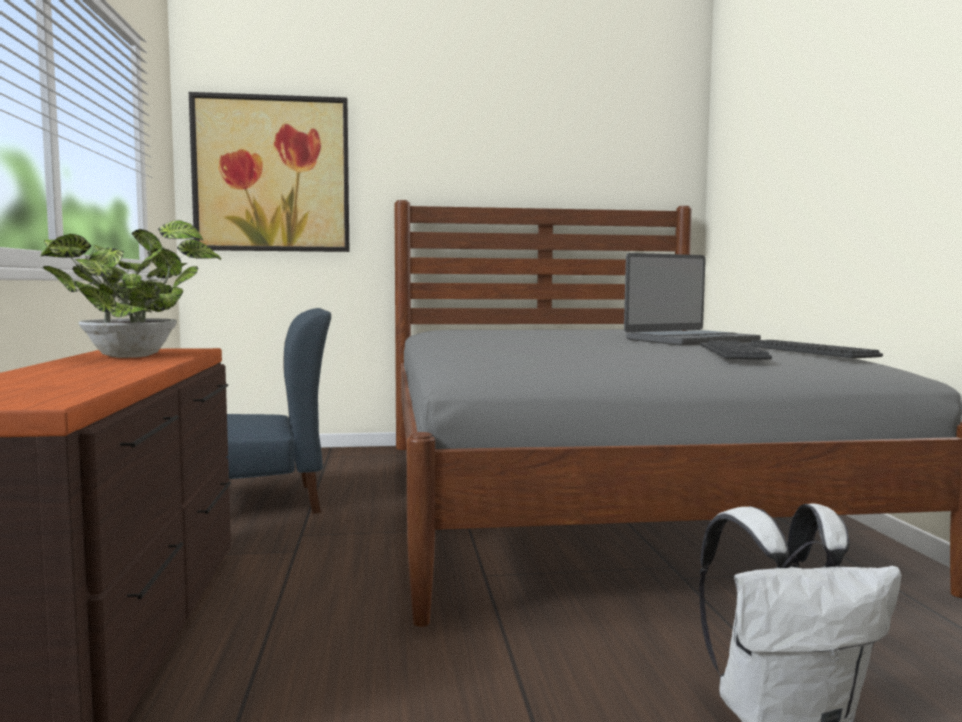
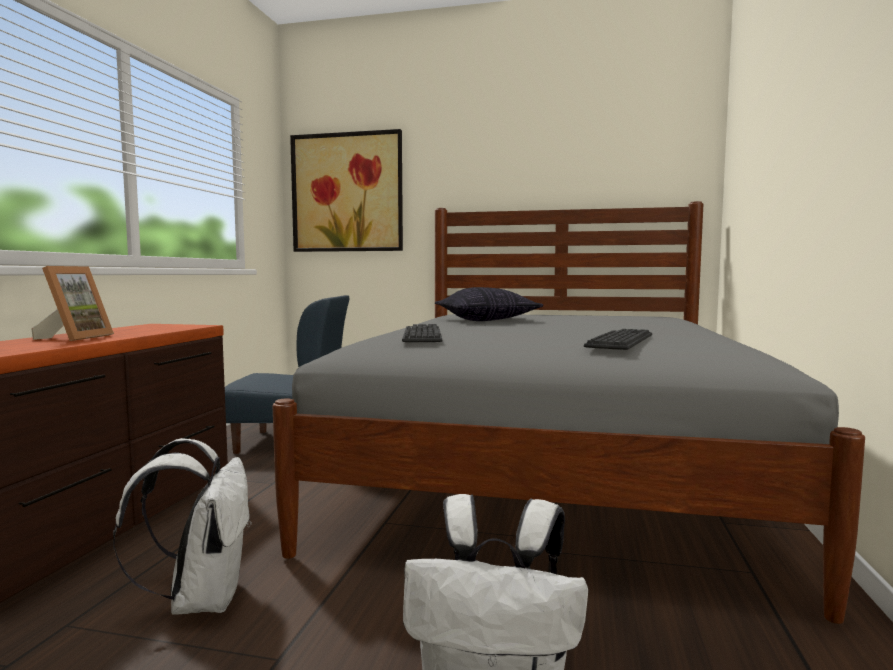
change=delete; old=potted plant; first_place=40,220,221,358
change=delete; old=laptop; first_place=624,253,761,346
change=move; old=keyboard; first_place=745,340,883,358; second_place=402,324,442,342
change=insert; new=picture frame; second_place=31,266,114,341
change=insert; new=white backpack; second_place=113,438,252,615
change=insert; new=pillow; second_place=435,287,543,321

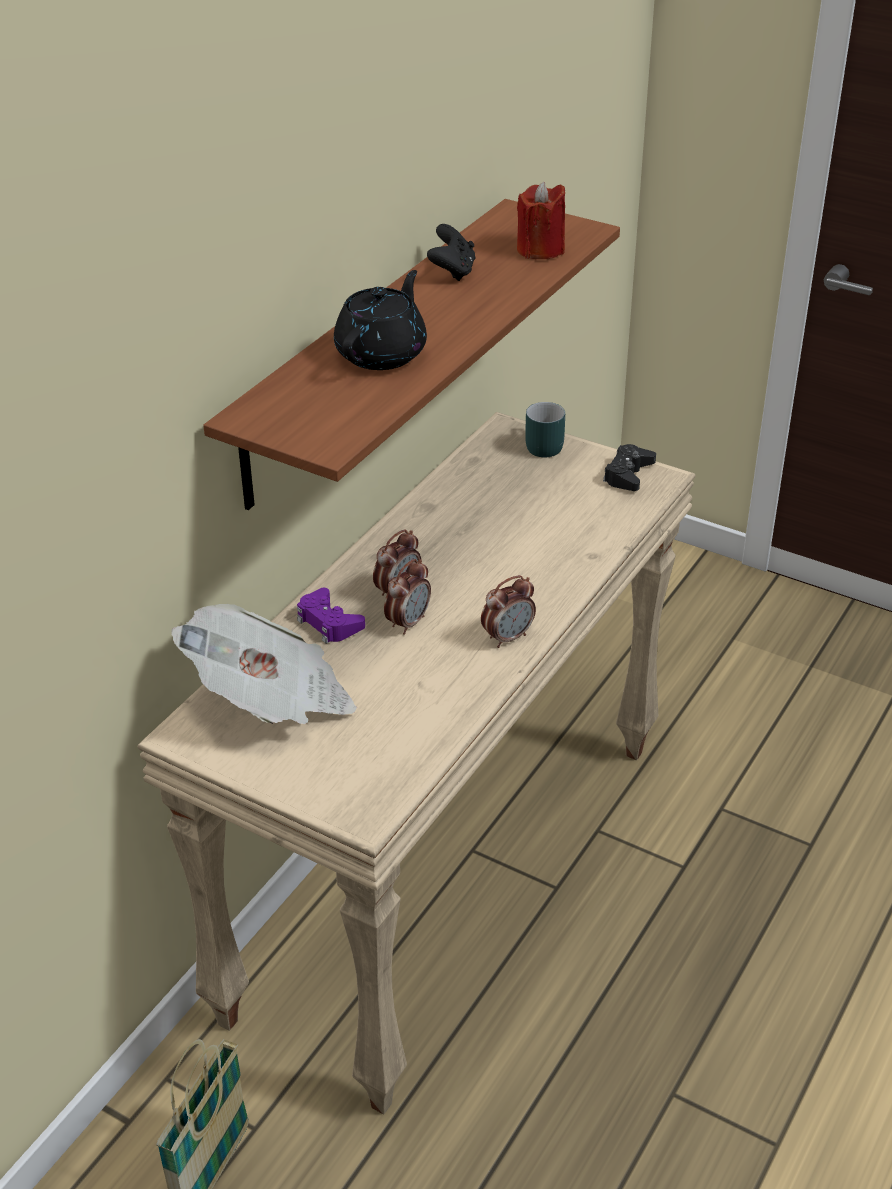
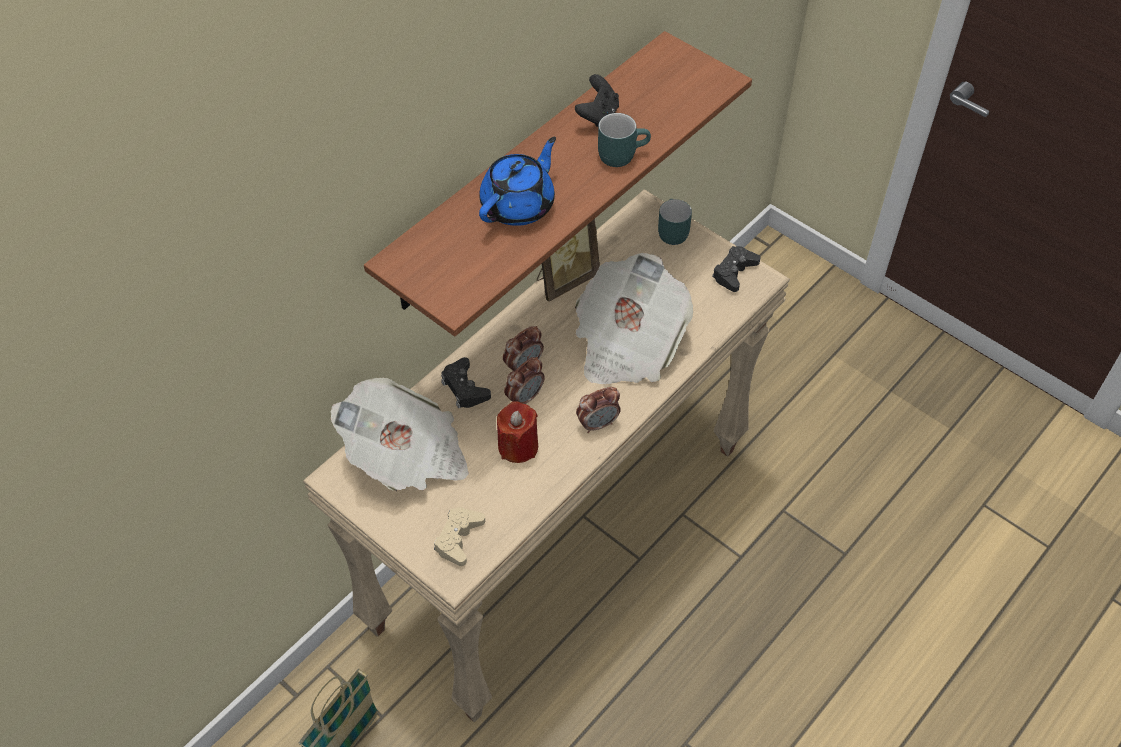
change=recolor; old=purple game controller; new=black game controller; first_place=297,588,365,644; second_place=441,357,491,408
change=recolor; old=black teapot; new=blue teapot; first_place=334,270,427,370; second_place=479,137,556,226
change=move; old=red candle; first_place=517,182,565,259; second_place=497,401,538,463
change=insert; new=beige game controller; second_place=434,507,485,566
change=insert; new=picture frame; second_place=537,219,600,302
change=insert; new=newspaper; second_place=575,253,693,384
change=insert; new=turquoise mug; second_place=598,113,651,167

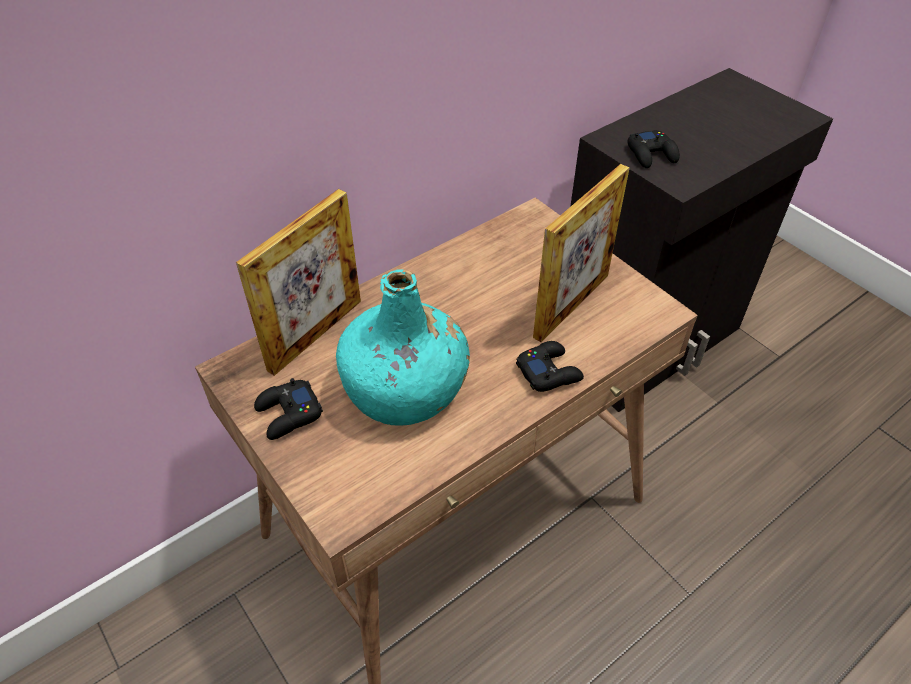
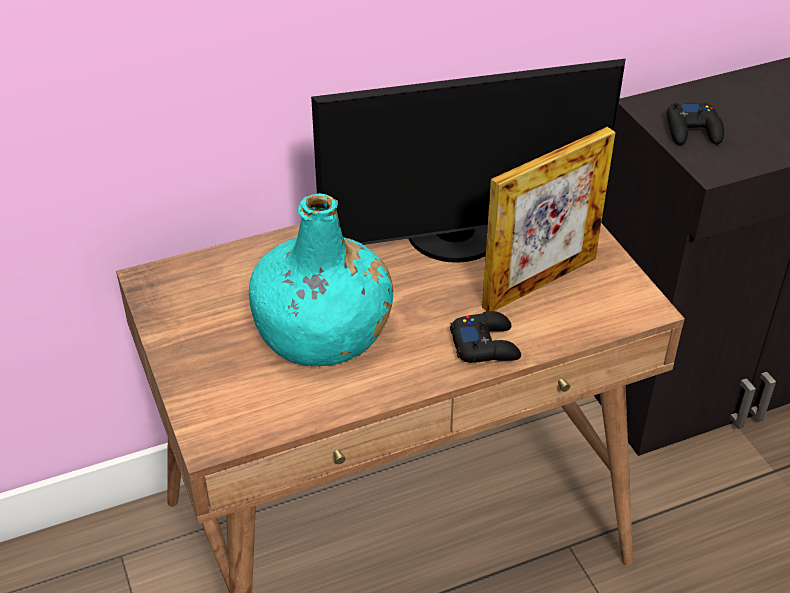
change=delete; old=picture frame; first_place=236,189,361,376
change=delete; old=black game controller; first_place=254,378,323,440
change=insert; new=monitor; second_place=311,59,626,263

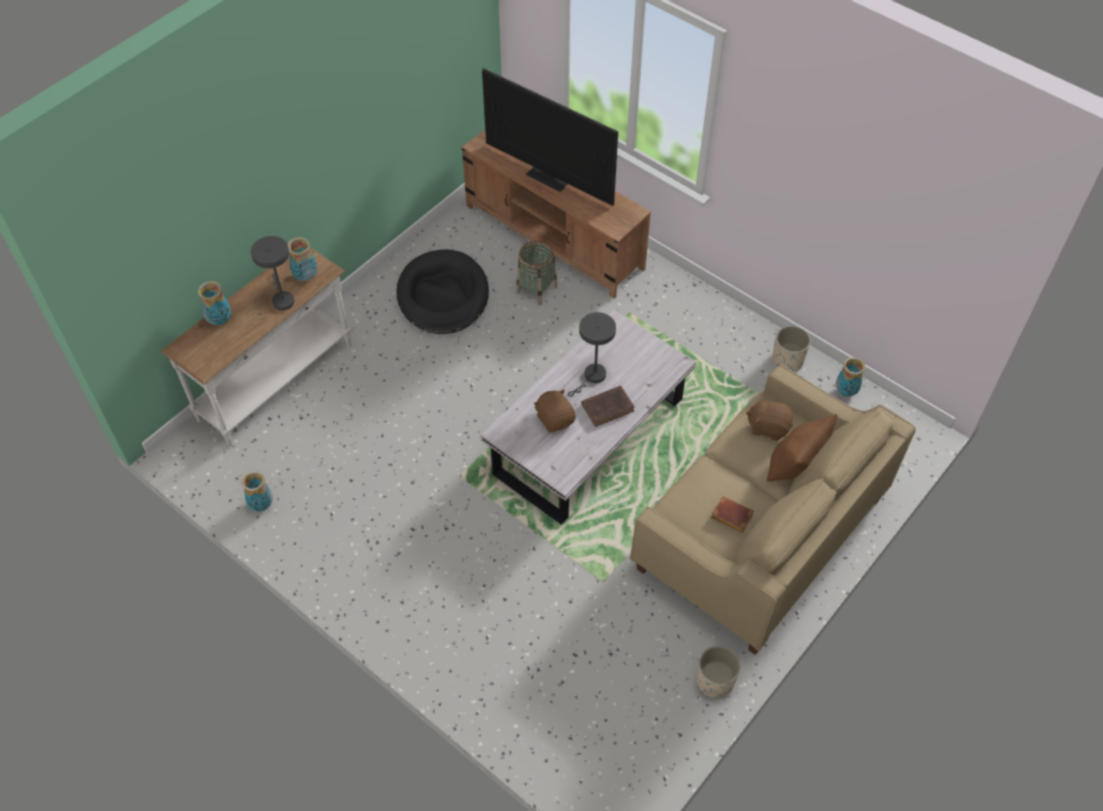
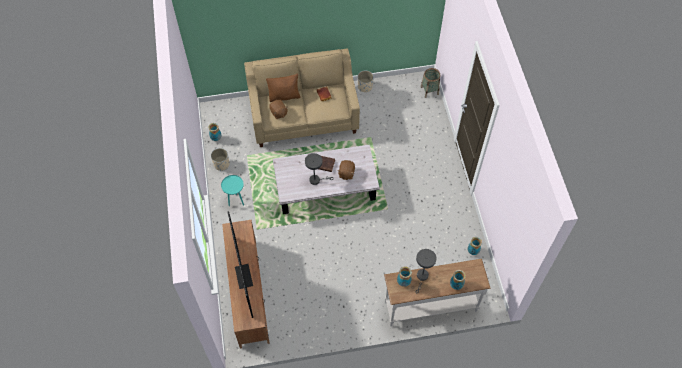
change=delete; old=black dog bed; first_place=396,249,489,334
change=move; old=basket; first_place=516,241,557,305; second_place=421,68,440,98
change=insert; new=turquoise side table; second_place=221,175,244,206

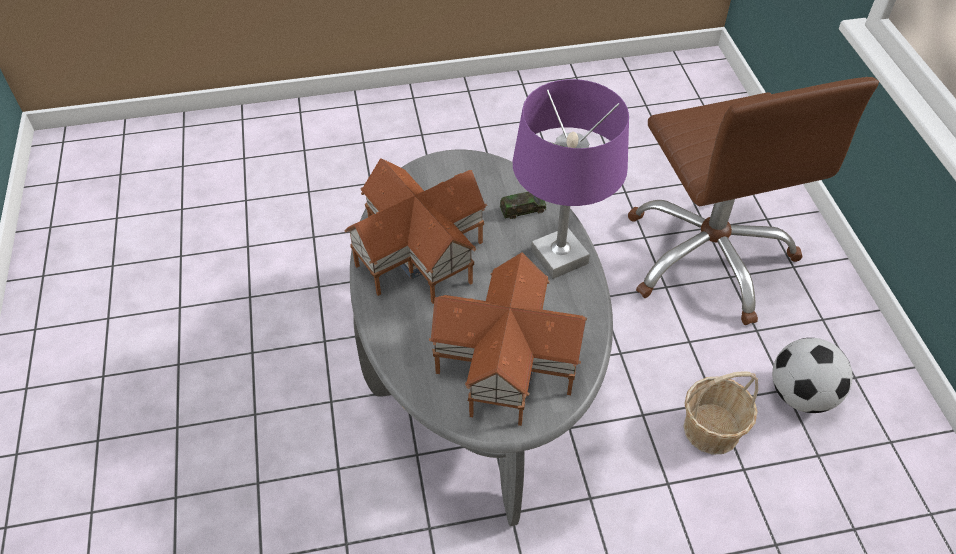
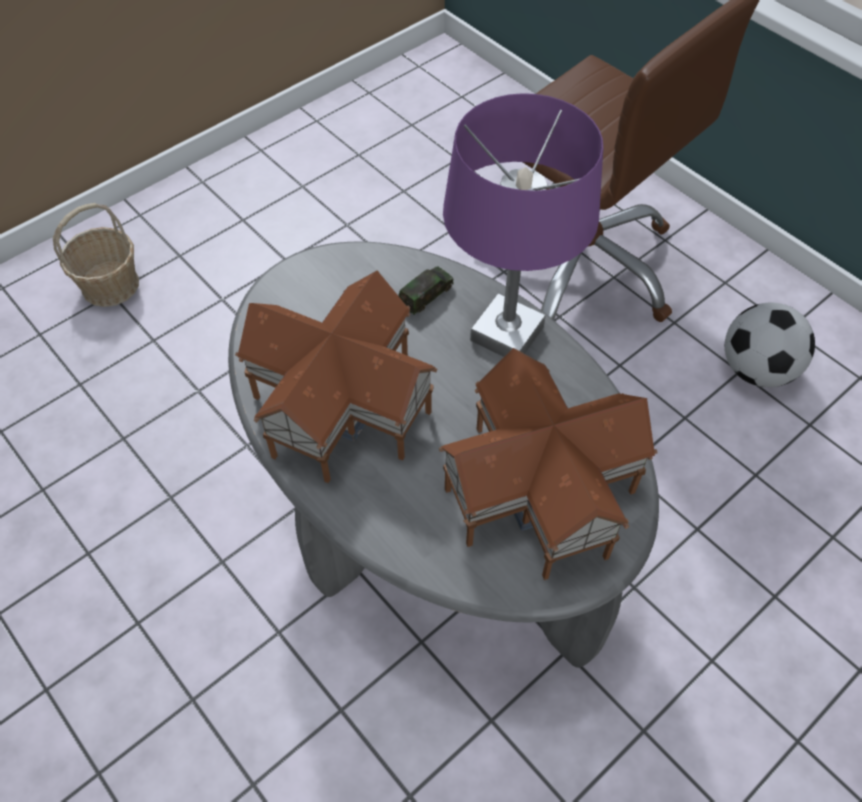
change=move; old=basket; first_place=684,371,758,455; second_place=53,203,139,307

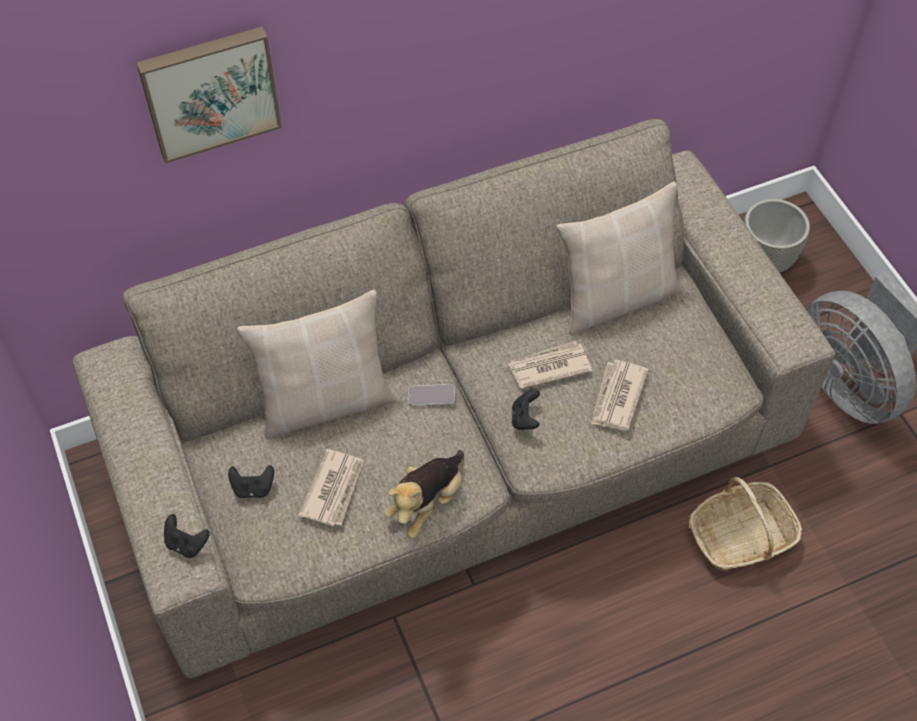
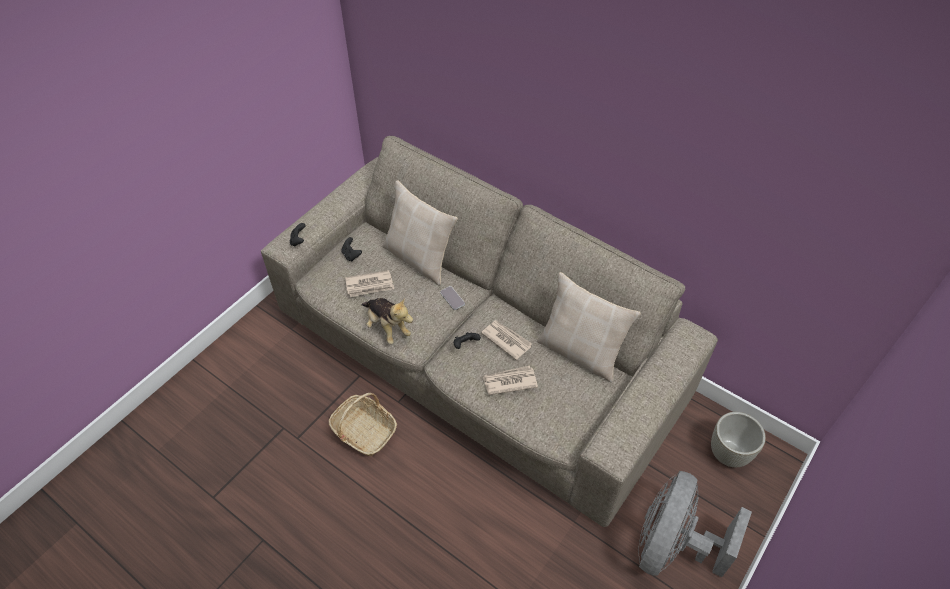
change=delete; old=picture; first_place=136,27,282,163
change=rotate; old=plush toy; first_place=384,450,464,538; second_place=361,298,413,344; degrees=-135
change=move; old=basket; first_place=689,477,802,571; second_place=329,393,397,456

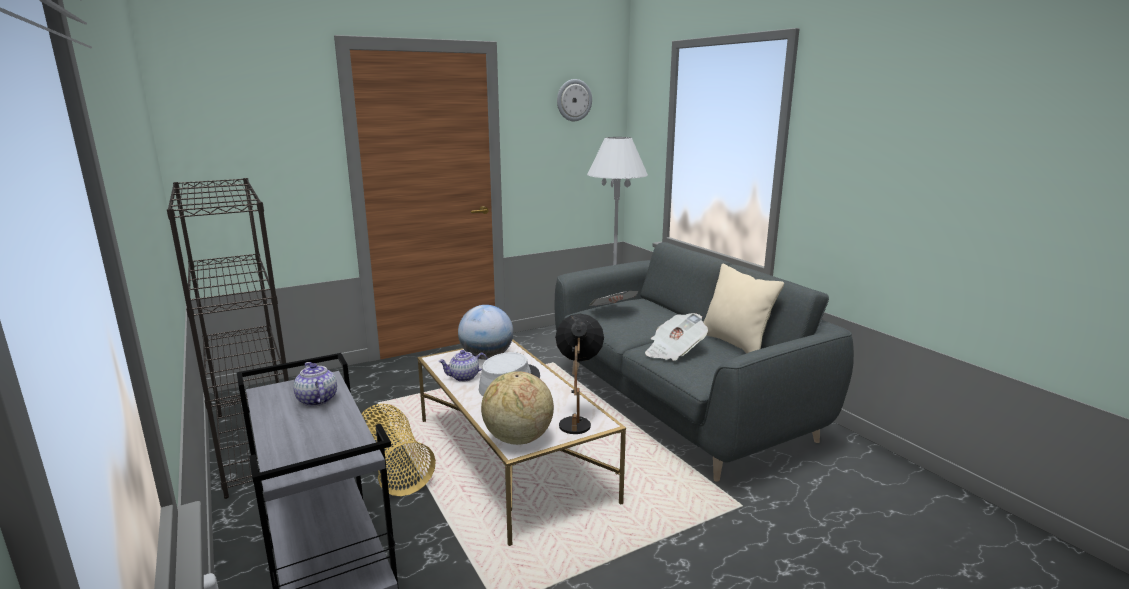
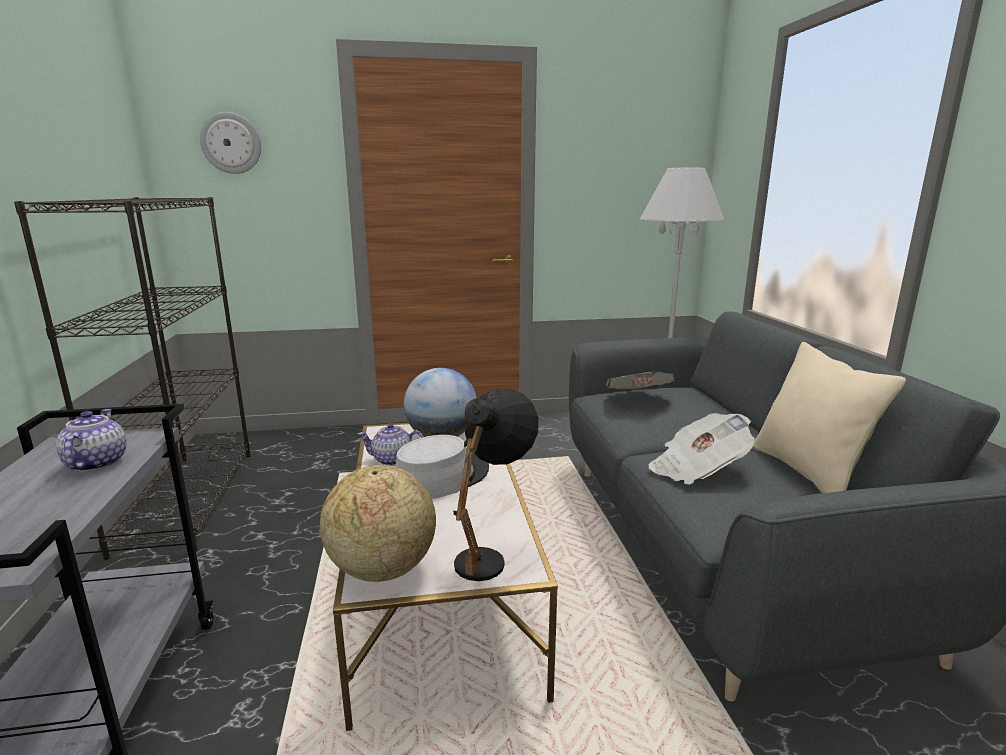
change=delete; old=basket; first_place=362,404,436,496
change=move; old=wall clock; first_place=557,79,592,121; second_place=200,112,261,174

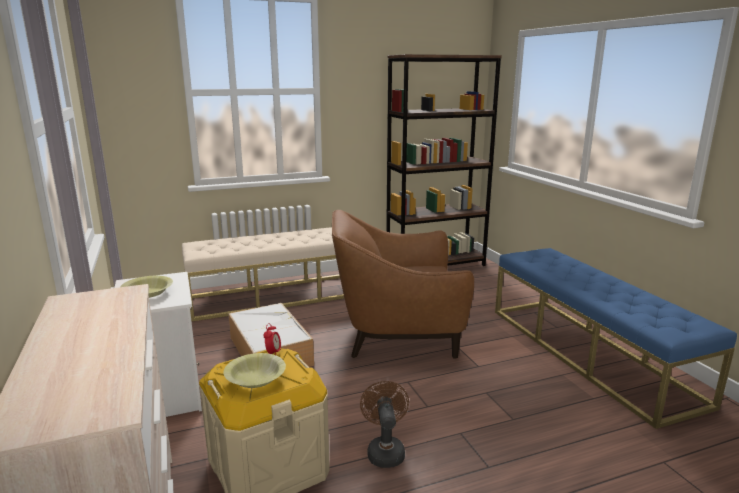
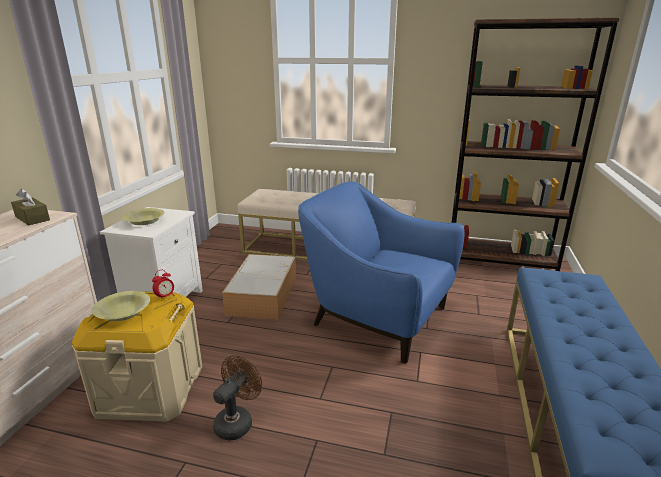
change=recolor; old=brown armchair; new=blue armchair; first_place=332,210,474,358; second_place=298,181,464,363
change=insert; new=brown tissue box; second_place=11,189,50,226

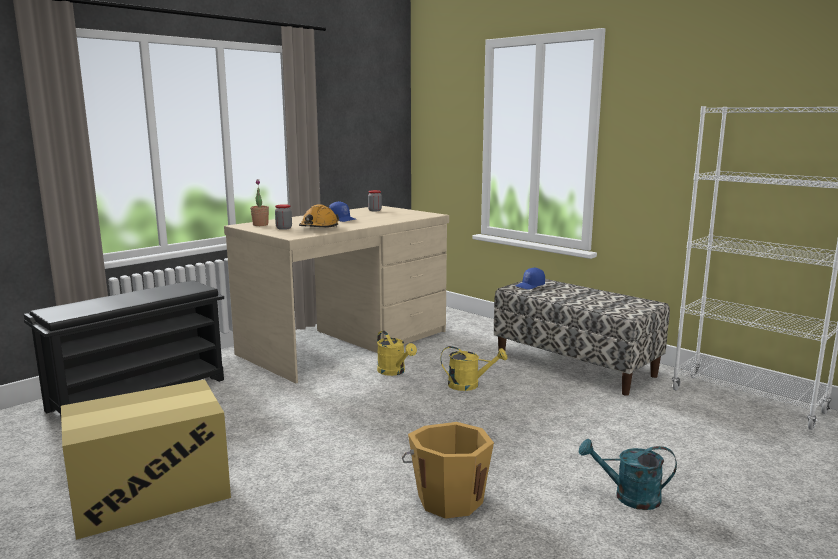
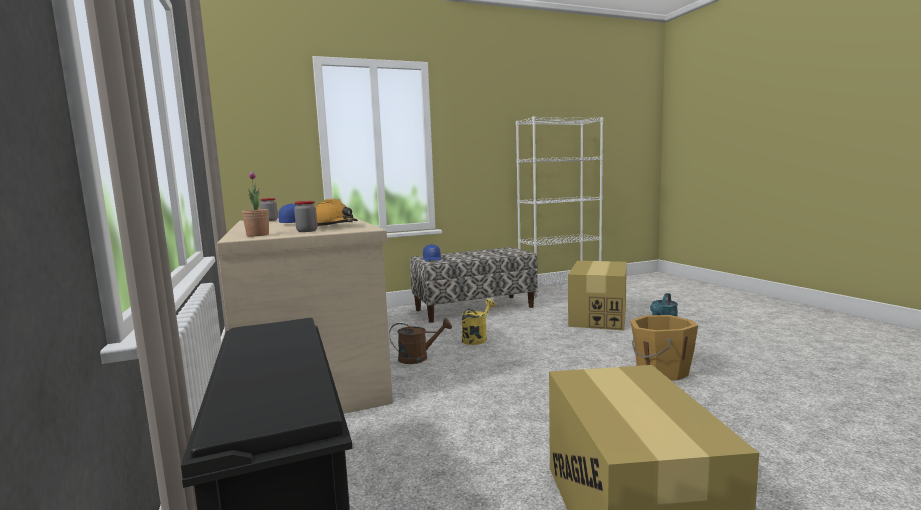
change=recolor; old=yellow watering can; new=brown watering can; first_place=377,331,417,376; second_place=389,318,452,364
change=insert; new=cardboard box; second_place=568,261,627,330

